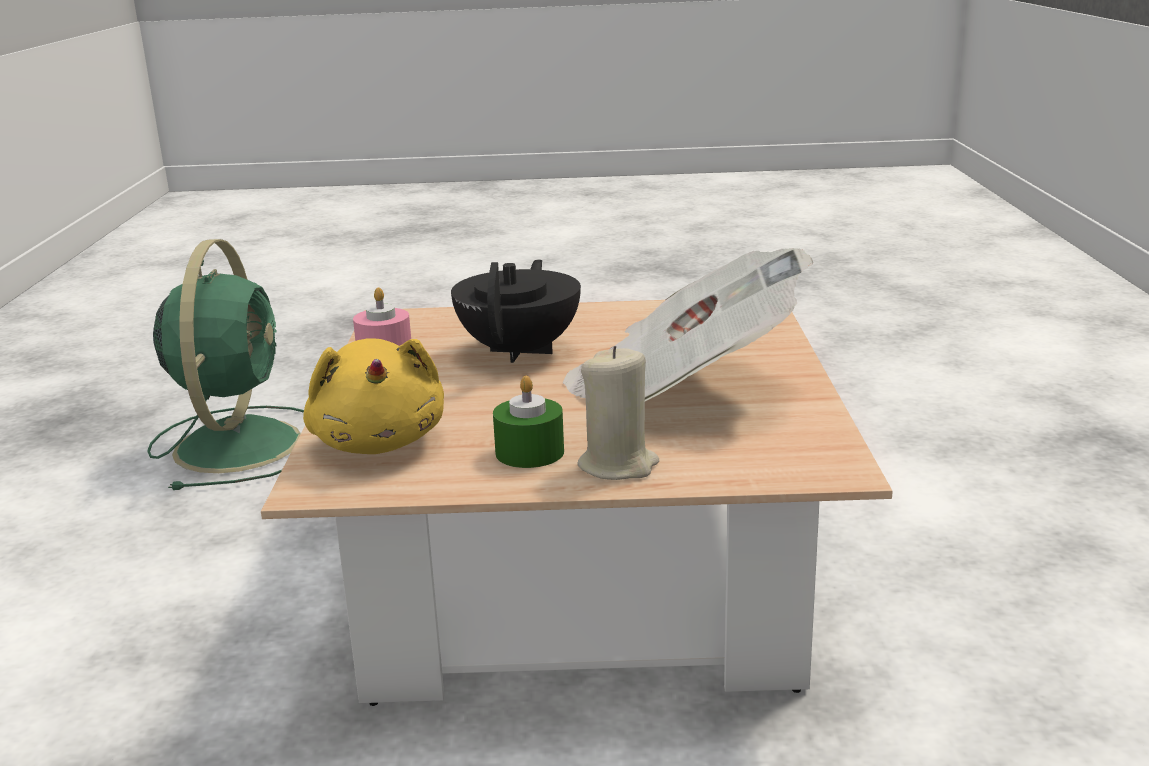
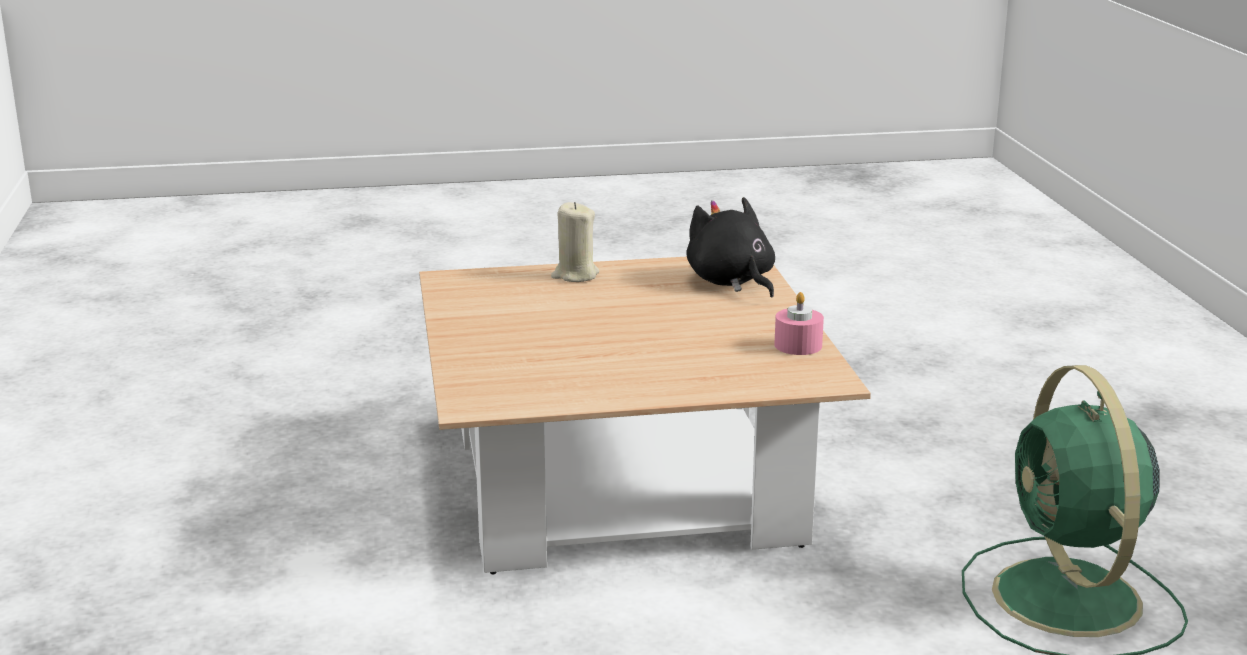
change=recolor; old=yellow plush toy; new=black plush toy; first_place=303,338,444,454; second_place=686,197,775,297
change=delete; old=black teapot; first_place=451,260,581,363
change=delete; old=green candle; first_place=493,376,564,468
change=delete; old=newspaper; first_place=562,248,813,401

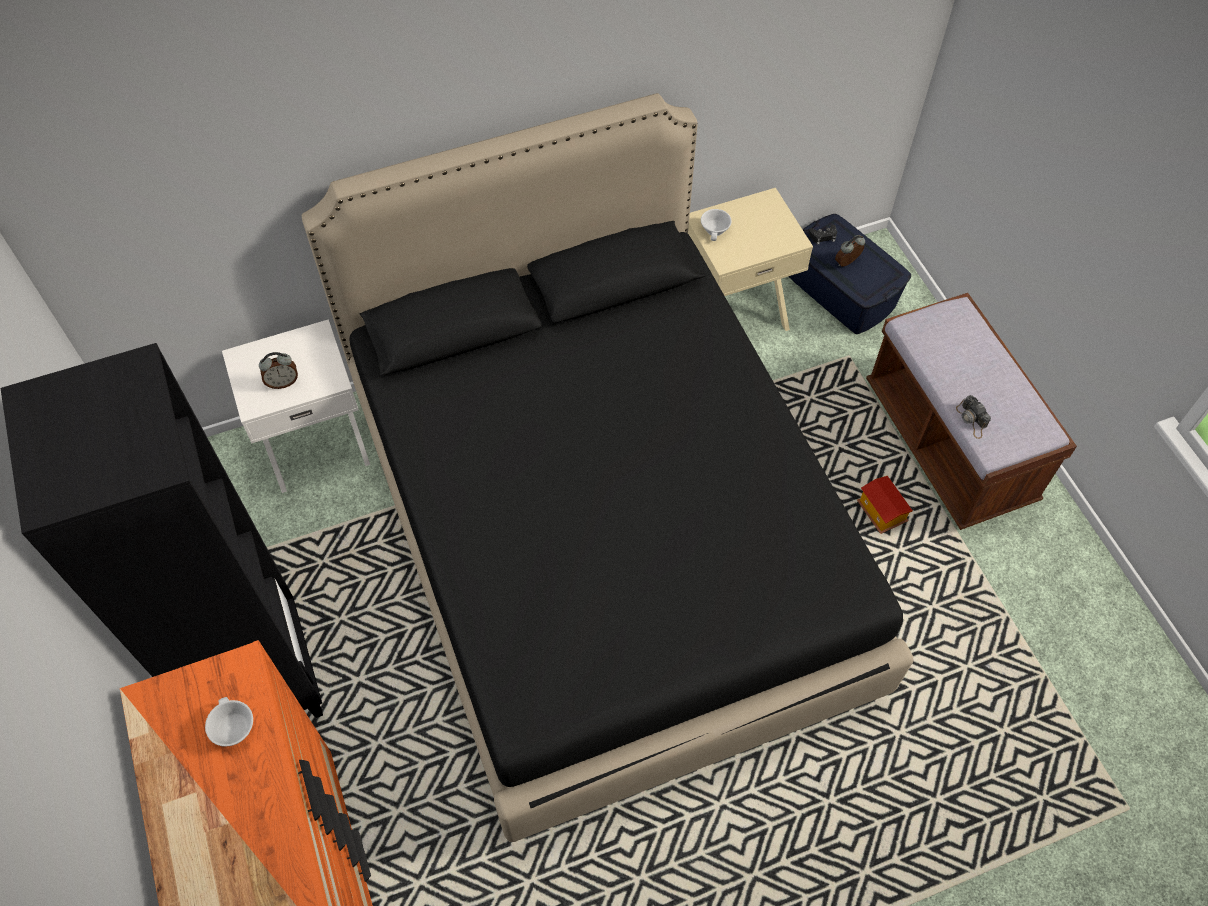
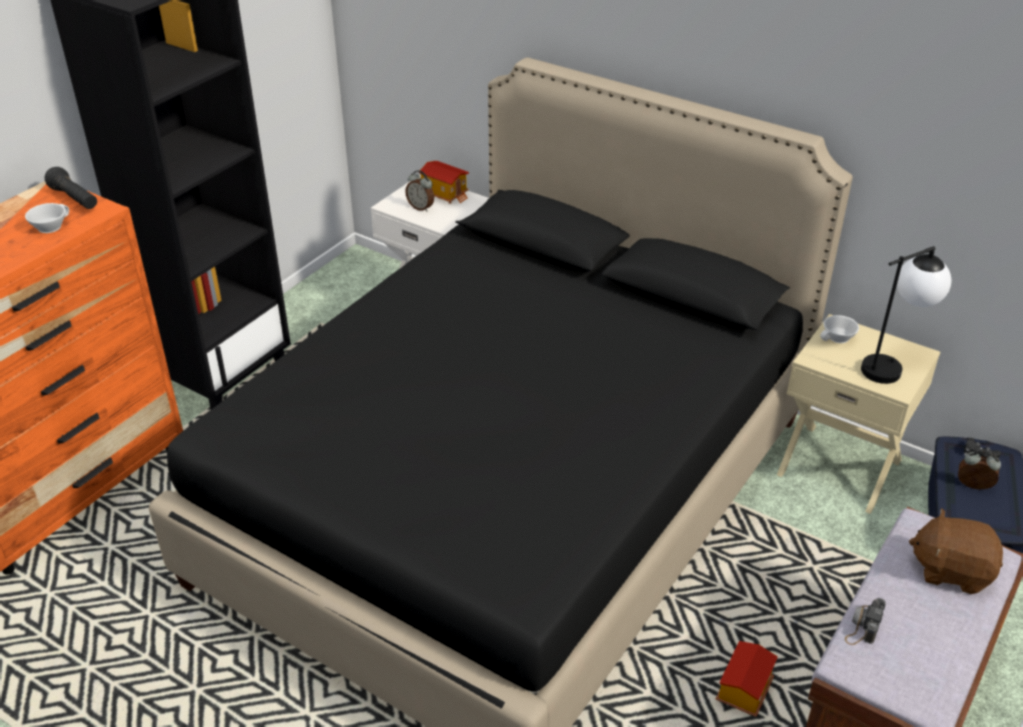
change=insert; new=black flashlight; second_place=44,167,97,209
change=insert; new=toy house; second_place=419,161,469,204
change=insert; new=table lamp; second_place=861,246,951,384
change=insert; new=brown plush toy; second_place=909,508,1003,594

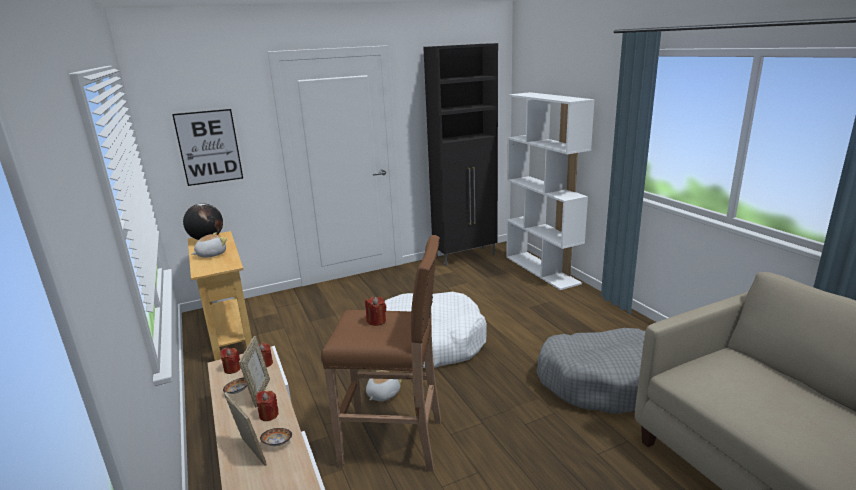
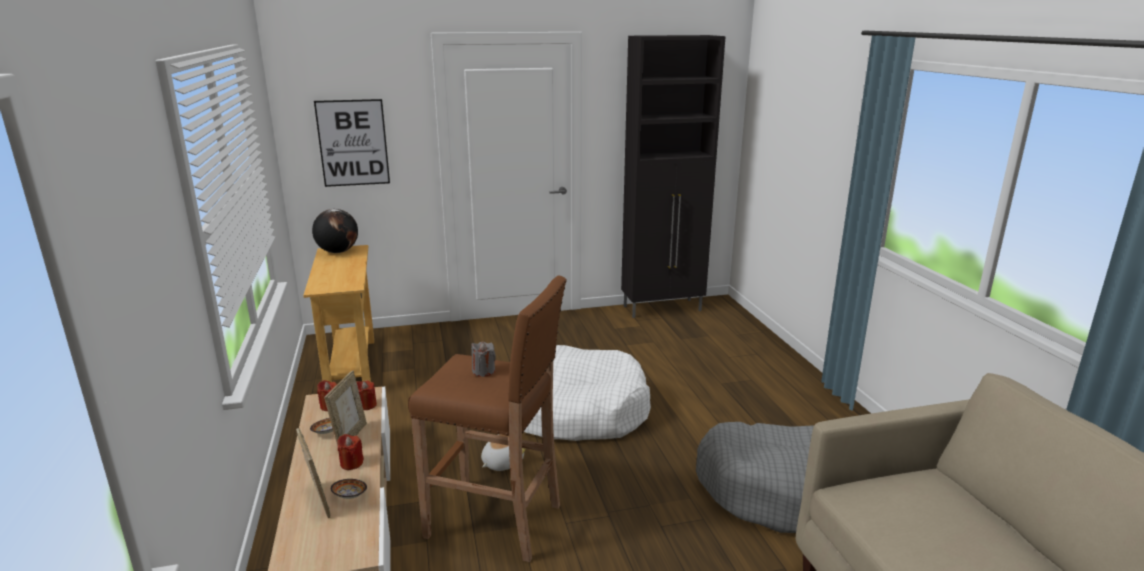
change=delete; old=plush toy; first_place=192,232,227,258
change=recolor; old=red candle; new=grey candle; first_place=365,297,386,326; second_place=471,342,496,377
change=delete; old=white bookcase; first_place=506,92,595,290

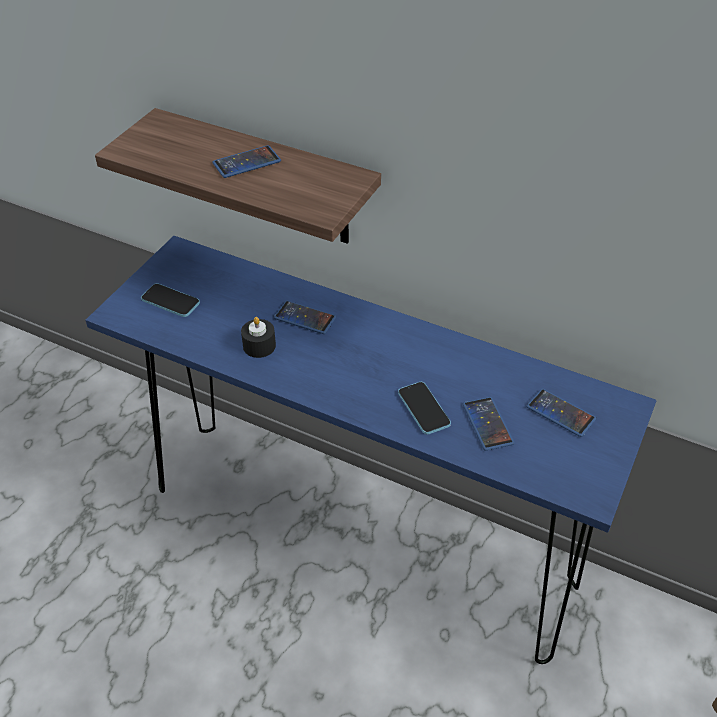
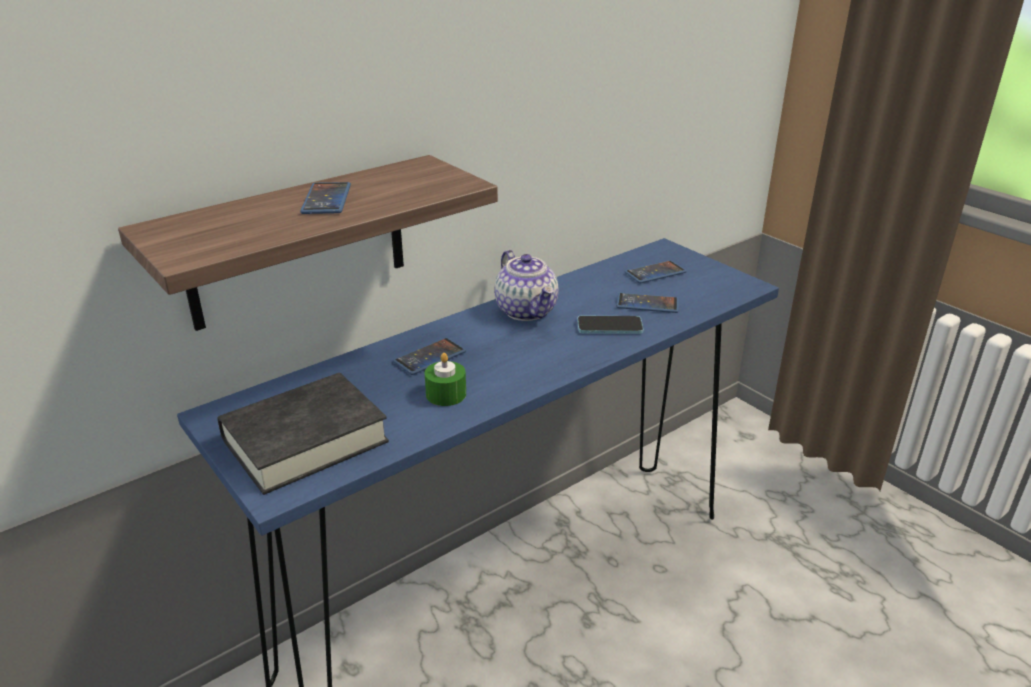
change=replace; old=phone; new=black book; first_place=141,283,200,317; second_place=217,373,389,495
change=recolor; old=black candle; new=green candle; first_place=241,317,276,358; second_place=424,353,466,406
change=insert; new=teapot; second_place=494,250,559,321

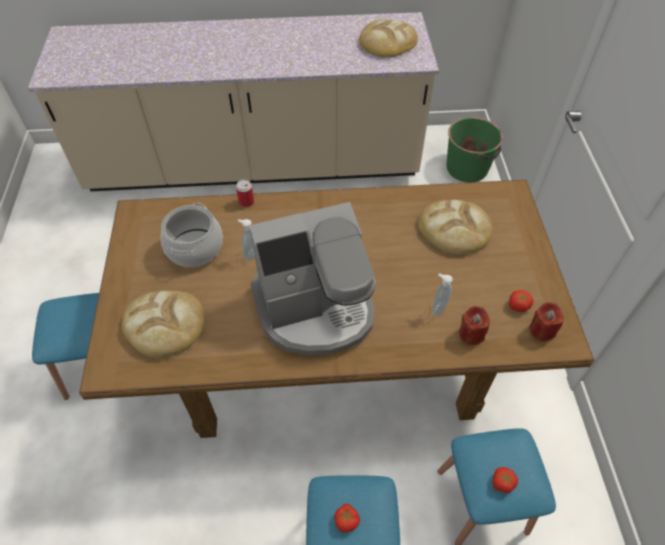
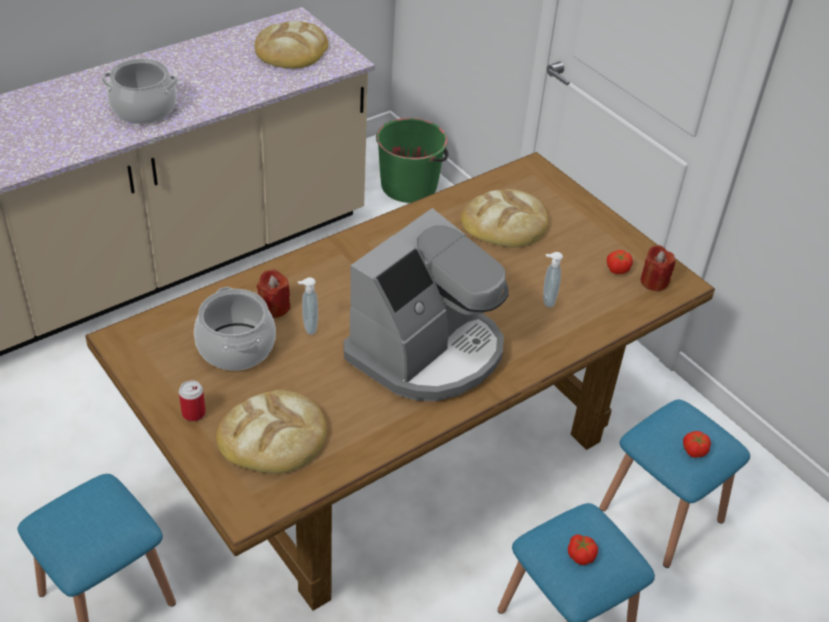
change=move; old=can; first_place=236,179,254,207; second_place=179,380,206,421
change=move; old=red candle; first_place=459,306,490,345; second_place=257,269,291,318
change=insert; new=cooking pot; second_place=102,59,178,124

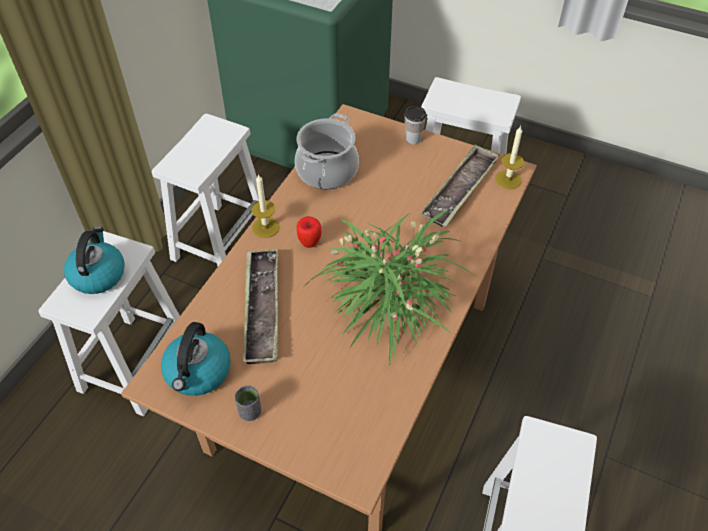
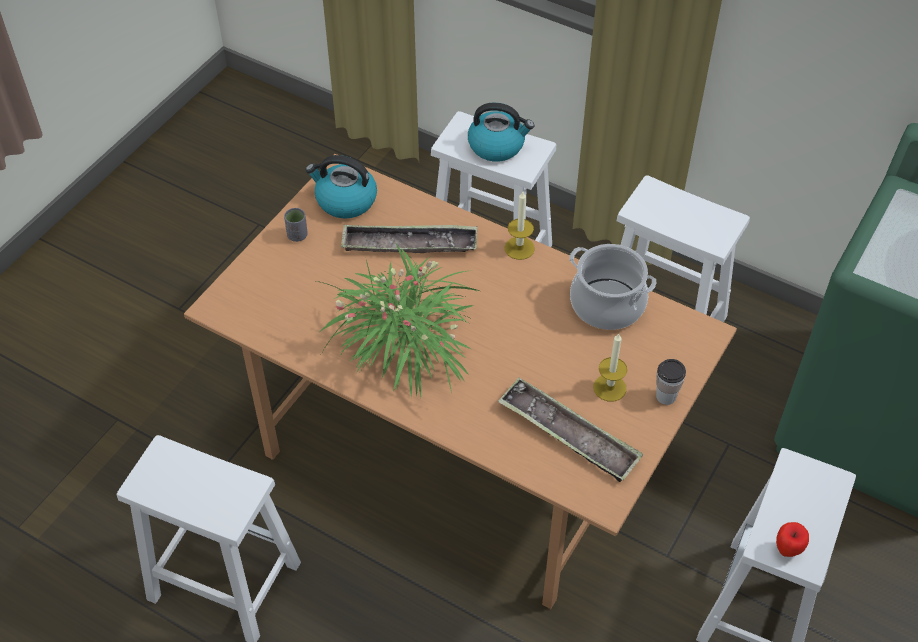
change=move; old=apple; first_place=297,216,322,248; second_place=776,522,809,557
change=move; old=candle; first_place=495,126,524,189; second_place=593,333,627,402

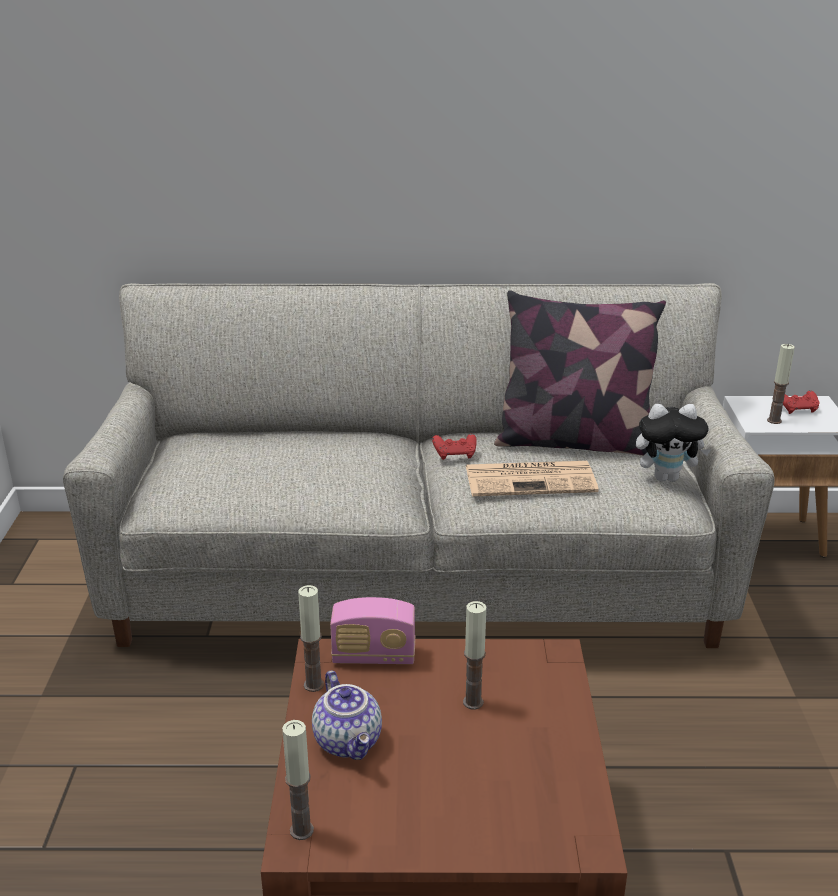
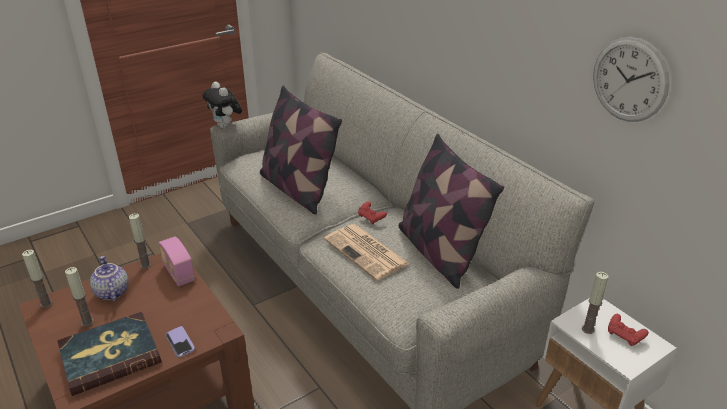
change=rotate; old=teapot; first_place=312,670,382,760; second_place=90,256,129,301; degrees=120
change=move; old=candle; first_place=463,601,486,710; second_place=65,267,94,327
change=move; old=plush toy; first_place=636,404,712,482; second_place=202,82,242,128
change=insert; new=book; second_place=57,312,161,396
change=insert; new=phone; second_place=166,326,195,358
change=insert; new=pillow; second_place=260,86,342,215
change=insert; new=wall clock; second_place=593,37,669,122

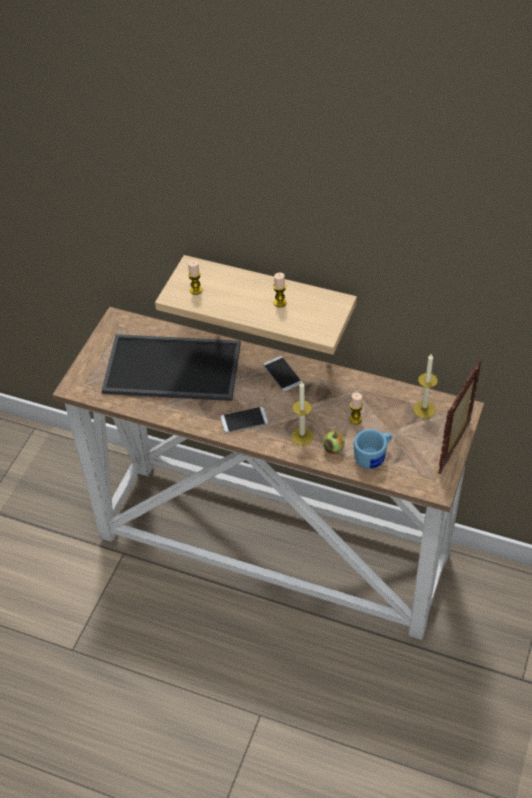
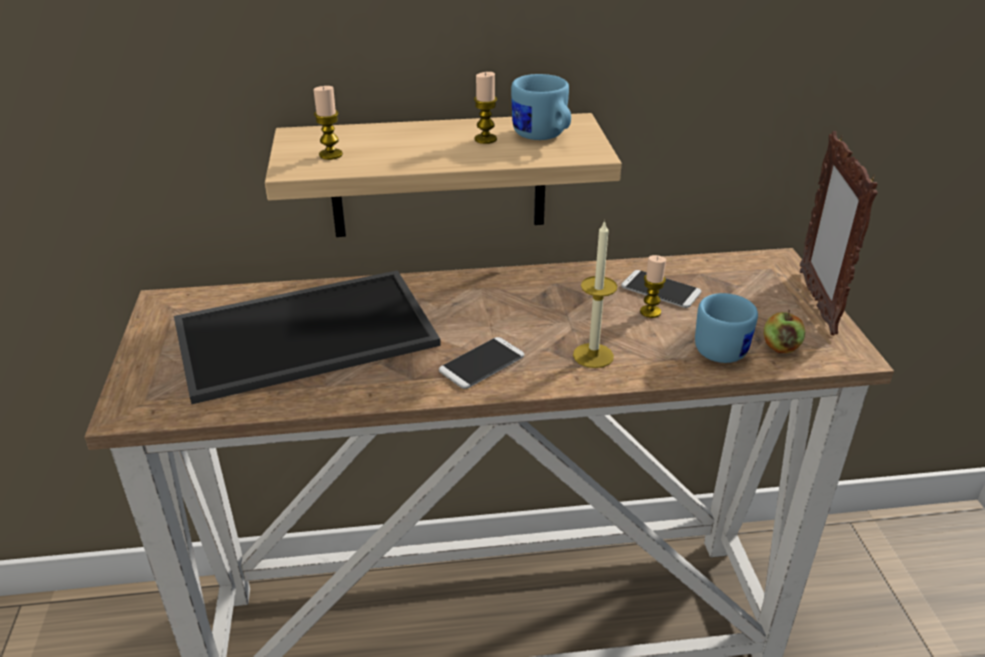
change=move; old=phone; first_place=263,356,302,392; second_place=621,270,701,308
change=move; old=apple; first_place=323,431,345,454; second_place=764,310,805,353
change=delete; old=candle; first_place=413,354,438,418
change=insert; new=blue mug; second_place=511,74,571,140

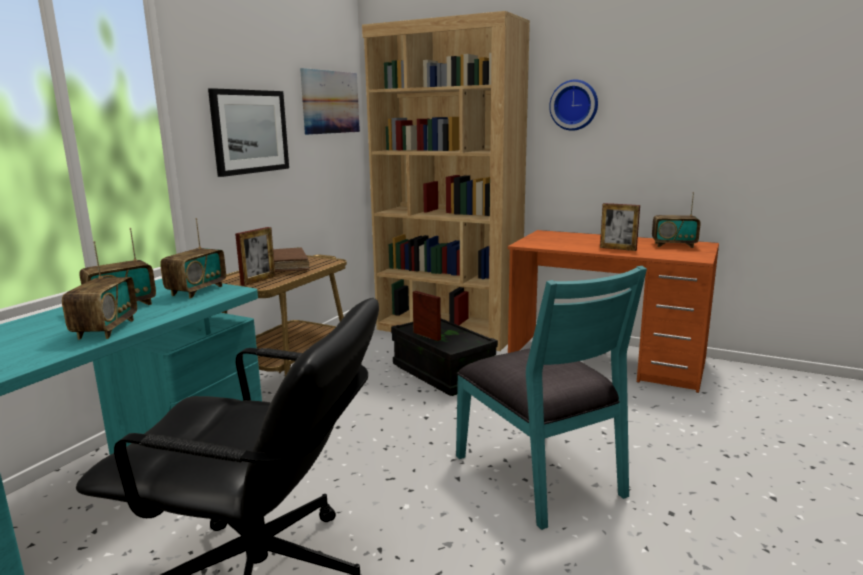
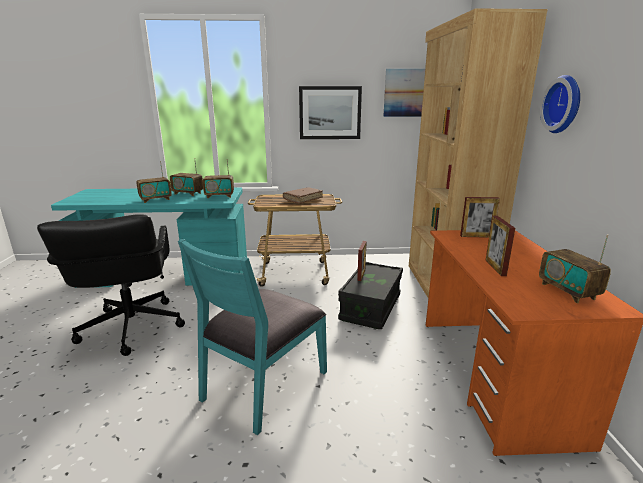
change=move; old=picture frame; first_place=235,227,276,286; second_place=460,197,500,238

